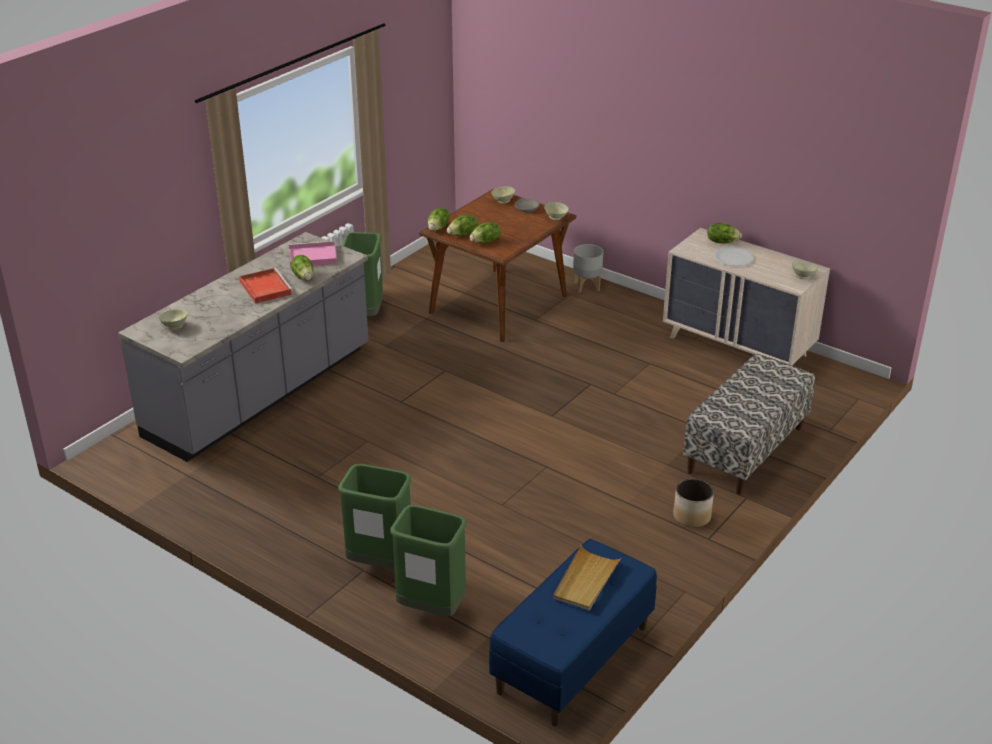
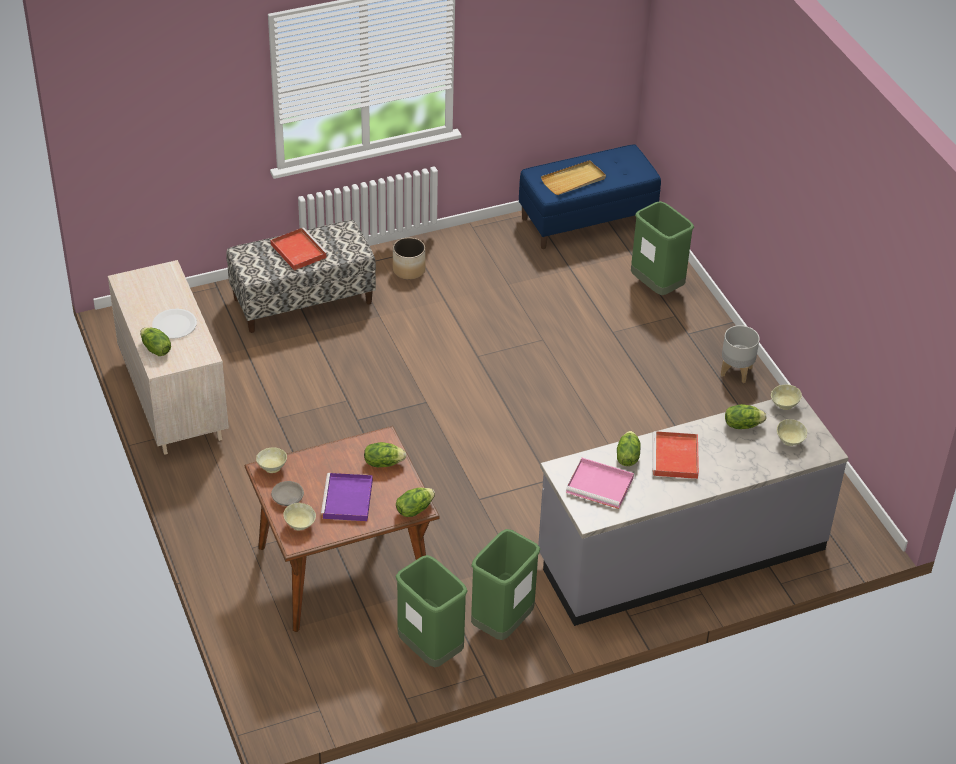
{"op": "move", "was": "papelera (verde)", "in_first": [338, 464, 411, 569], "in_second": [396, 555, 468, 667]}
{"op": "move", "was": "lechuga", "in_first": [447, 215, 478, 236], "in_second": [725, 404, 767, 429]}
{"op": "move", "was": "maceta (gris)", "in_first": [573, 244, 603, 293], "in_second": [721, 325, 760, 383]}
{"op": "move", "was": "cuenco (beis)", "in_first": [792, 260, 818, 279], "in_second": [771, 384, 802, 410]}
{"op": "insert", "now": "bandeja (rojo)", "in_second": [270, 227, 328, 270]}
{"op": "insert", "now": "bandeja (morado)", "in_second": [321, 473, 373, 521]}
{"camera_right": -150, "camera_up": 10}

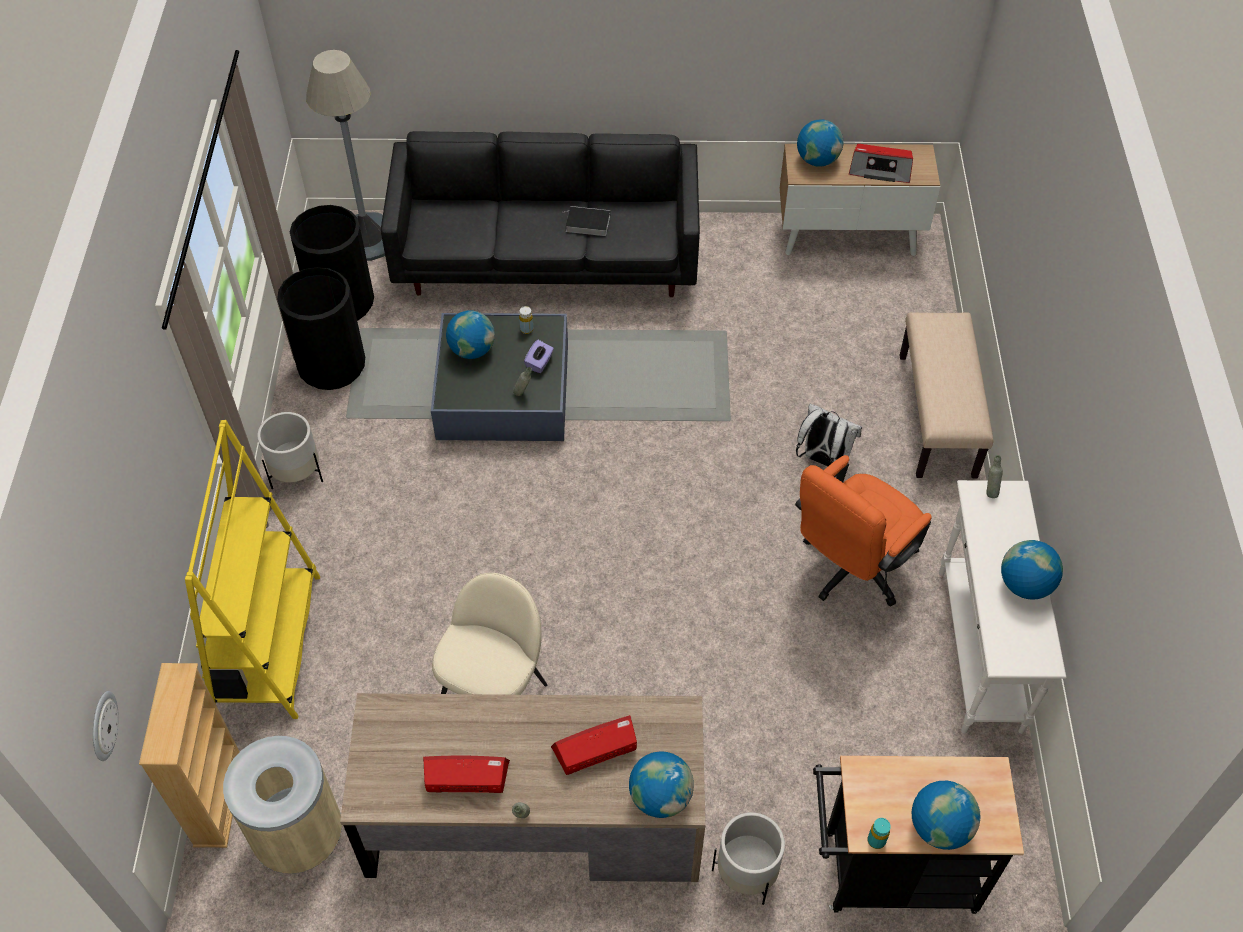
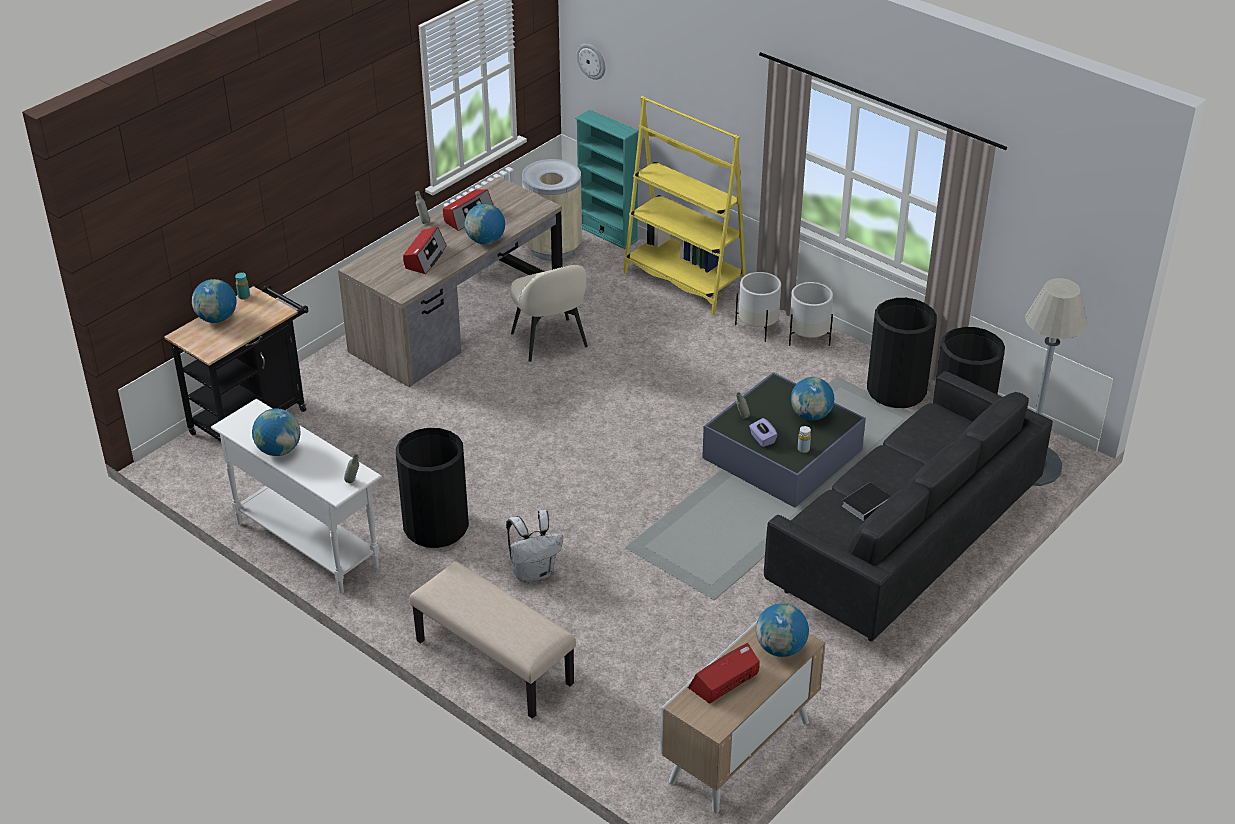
{"op": "recolor", "was": "estantería (beis)", "now": "estantería (turquesa)", "in_first": [139, 663, 240, 848], "in_second": [575, 110, 639, 249]}
{"op": "move", "was": "globo terráqueo", "in_first": [629, 751, 694, 818], "in_second": [464, 204, 505, 244]}
{"op": "move", "was": "maceta (blanco)", "in_first": [712, 812, 785, 905], "in_second": [735, 272, 781, 342]}
{"op": "replace", "was": "silla de oficina (naranja)", "now": "papelera (negro)", "in_first": [795, 455, 932, 607], "in_second": [396, 428, 469, 548]}
{"camera_right": 130, "camera_up": -15}

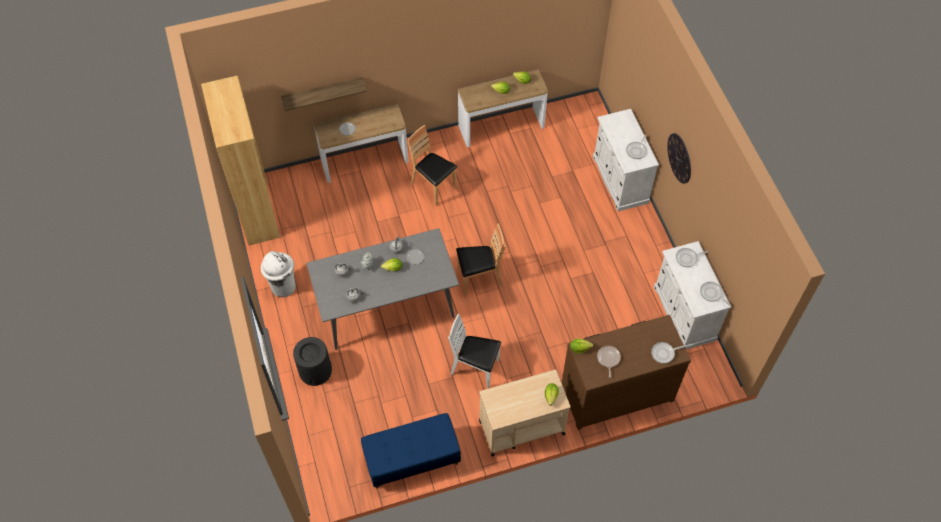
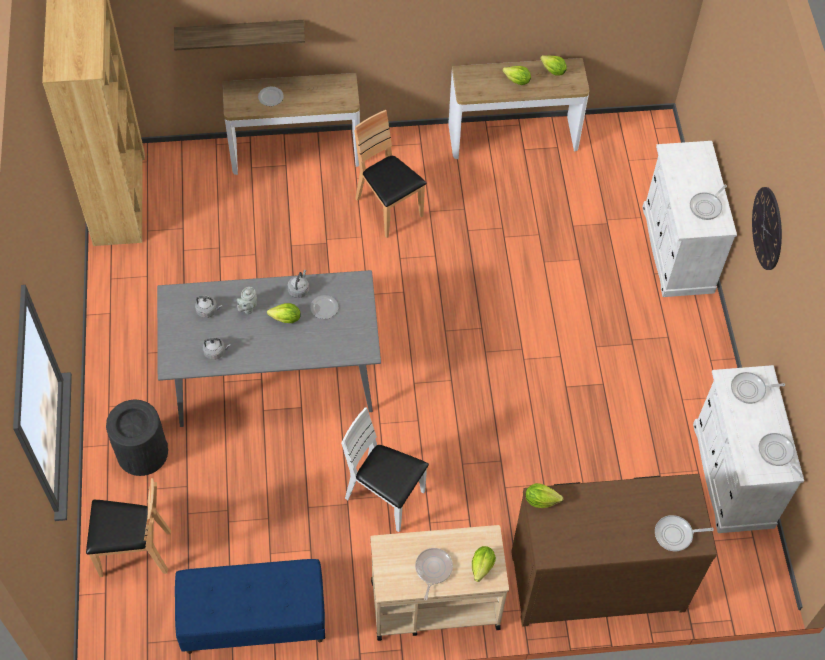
{"op": "delete", "was": "papelera (blanco)", "in_first": [261, 251, 296, 297]}
{"op": "move", "was": "silla (marrón)", "in_first": [456, 223, 505, 295], "in_second": [86, 478, 171, 577]}
{"op": "move", "was": "sartén", "in_first": [597, 346, 621, 378], "in_second": [415, 548, 453, 601]}
{"camera_right": 10, "camera_up": 0}

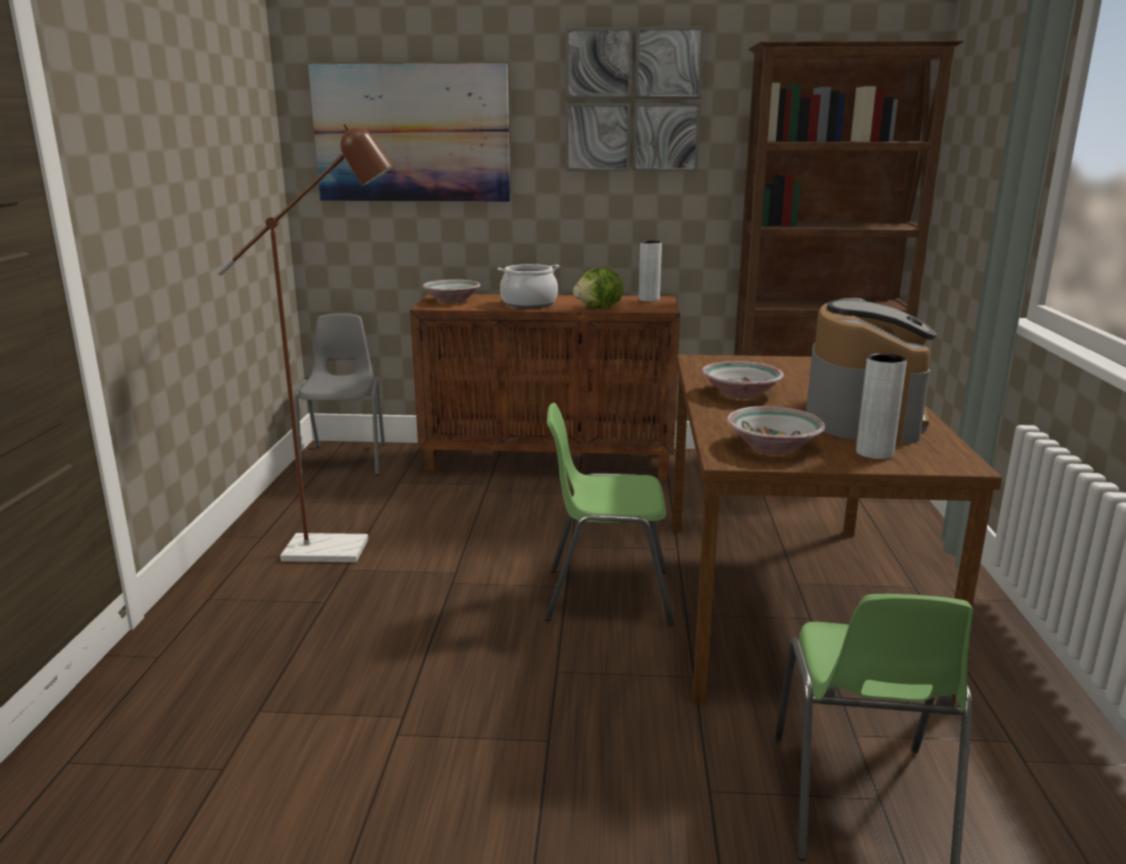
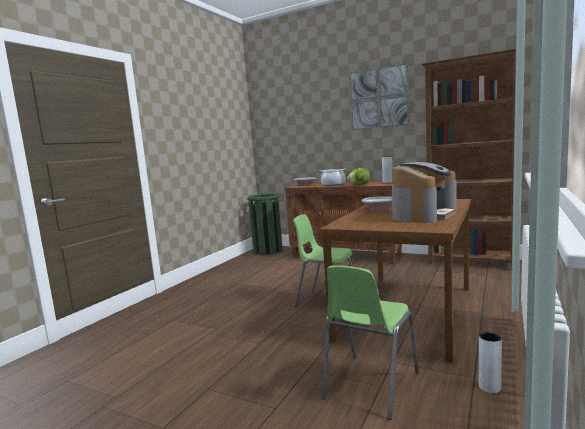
{"op": "delete", "was": "lámpara de pie (marrón)", "in_first": [217, 124, 394, 562]}
{"op": "replace", "was": "silla (gris)", "now": "papelera (verde)", "in_first": [294, 314, 385, 478], "in_second": [247, 193, 283, 255]}
{"op": "delete", "was": "cuadro", "in_first": [308, 63, 510, 202]}
{"op": "delete", "was": "cuenco", "in_first": [726, 406, 825, 454]}
{"op": "move", "was": "florero (gris)", "in_first": [856, 353, 907, 459], "in_second": [479, 332, 502, 393]}
{"camera_right": 25, "camera_up": -10}

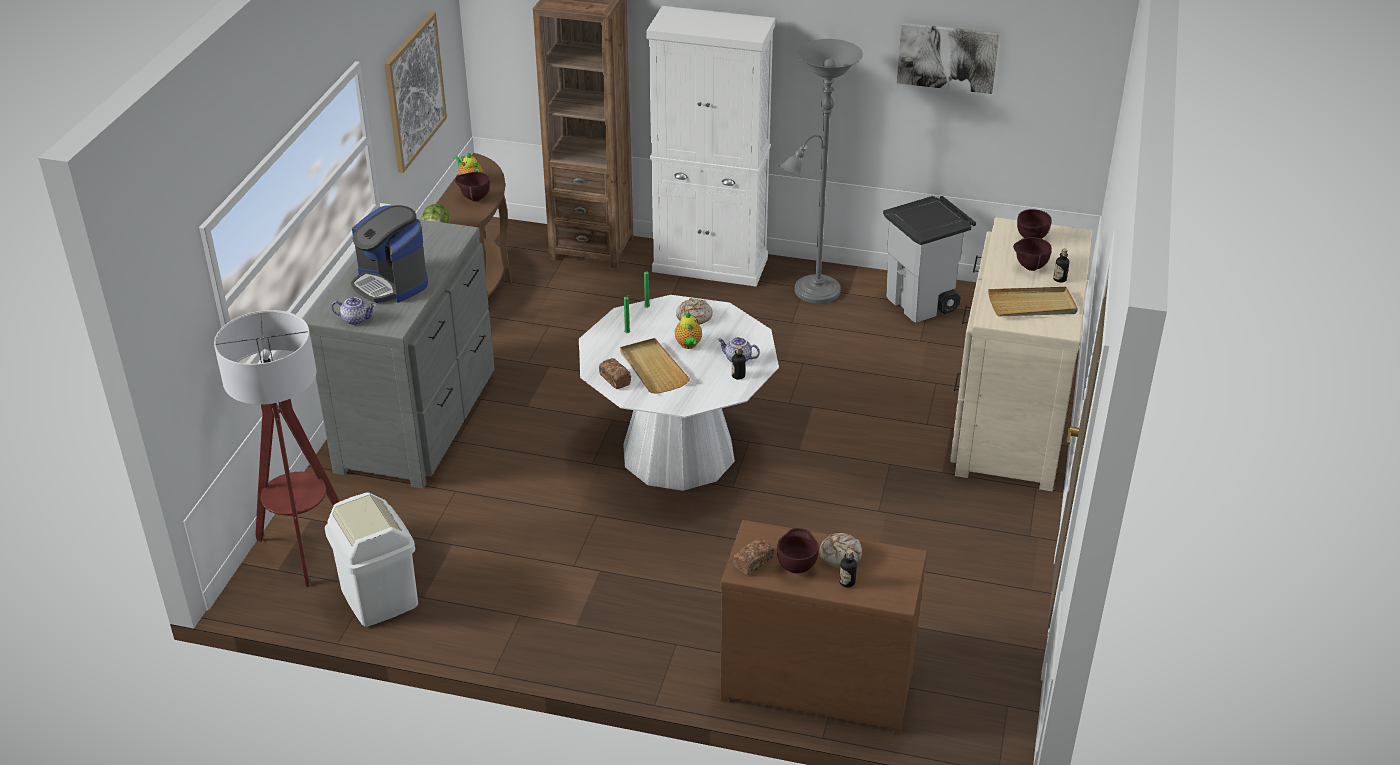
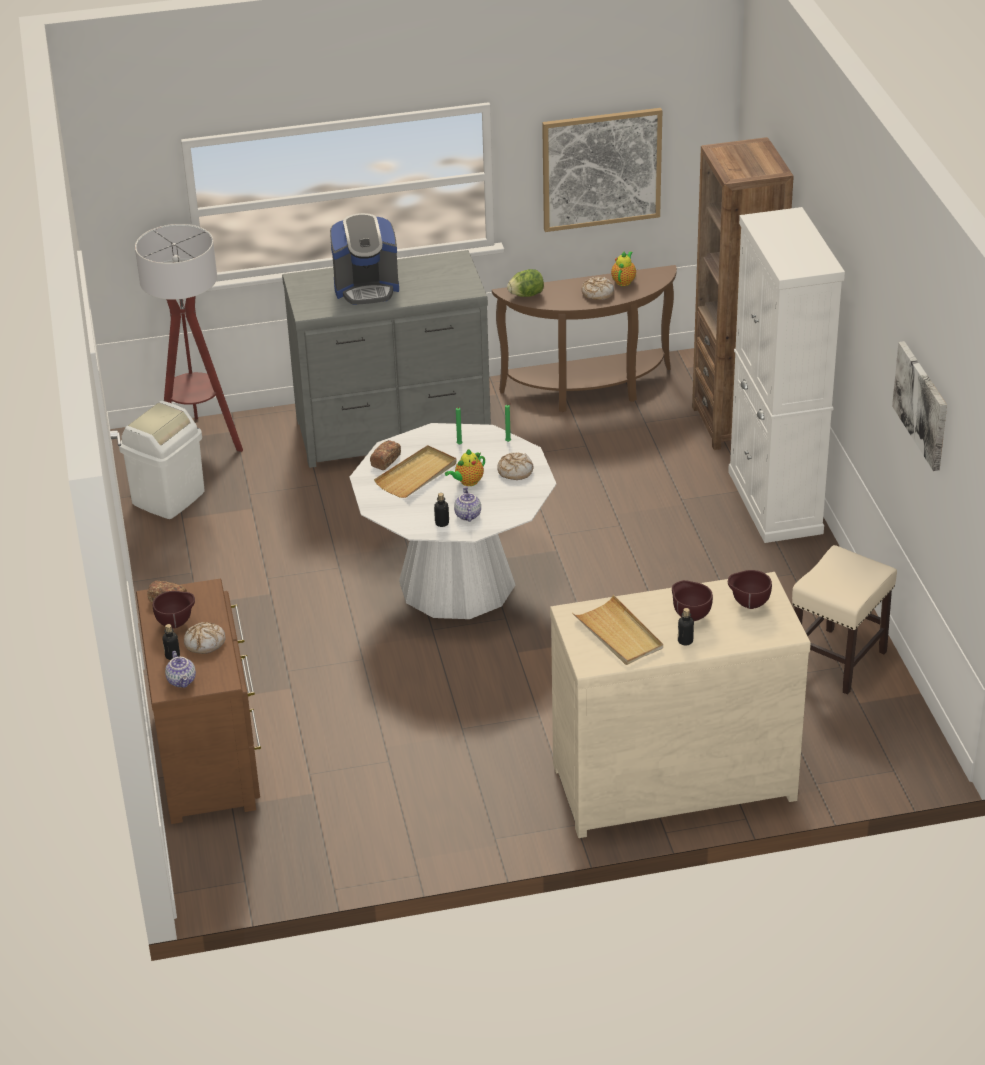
{"op": "move", "was": "tetera", "in_first": [332, 297, 376, 325], "in_second": [165, 651, 196, 688]}
{"op": "rotate", "was": "cafetera", "in_first": [351, 205, 428, 303], "in_second": [330, 213, 399, 305], "clockwise": -120}
{"op": "replace", "was": "cuenco (marrón)", "now": "pan", "in_first": [455, 172, 490, 201], "in_second": [581, 277, 614, 300]}
{"op": "delete", "was": "lámpara de pie (gris)", "in_first": [778, 39, 863, 304]}
{"op": "replace", "was": "papelera (gris)", "now": "taburete (beis)", "in_first": [883, 196, 976, 323], "in_second": [792, 545, 897, 695]}
{"camera_right": 65, "camera_up": 0}

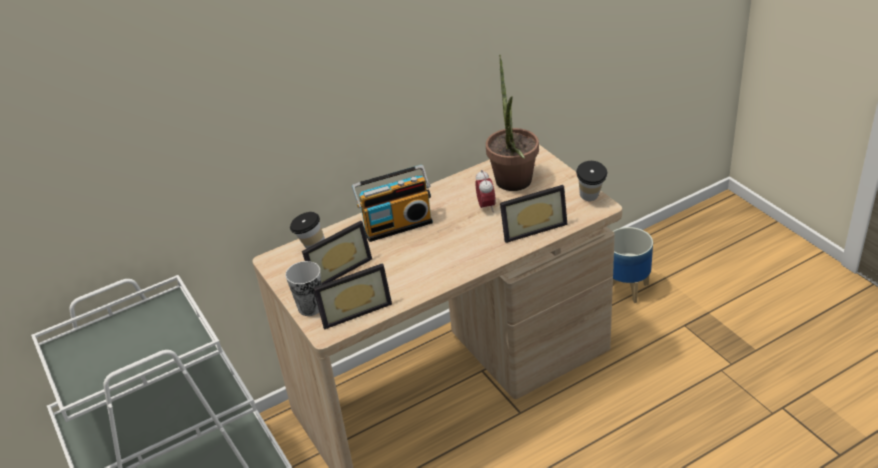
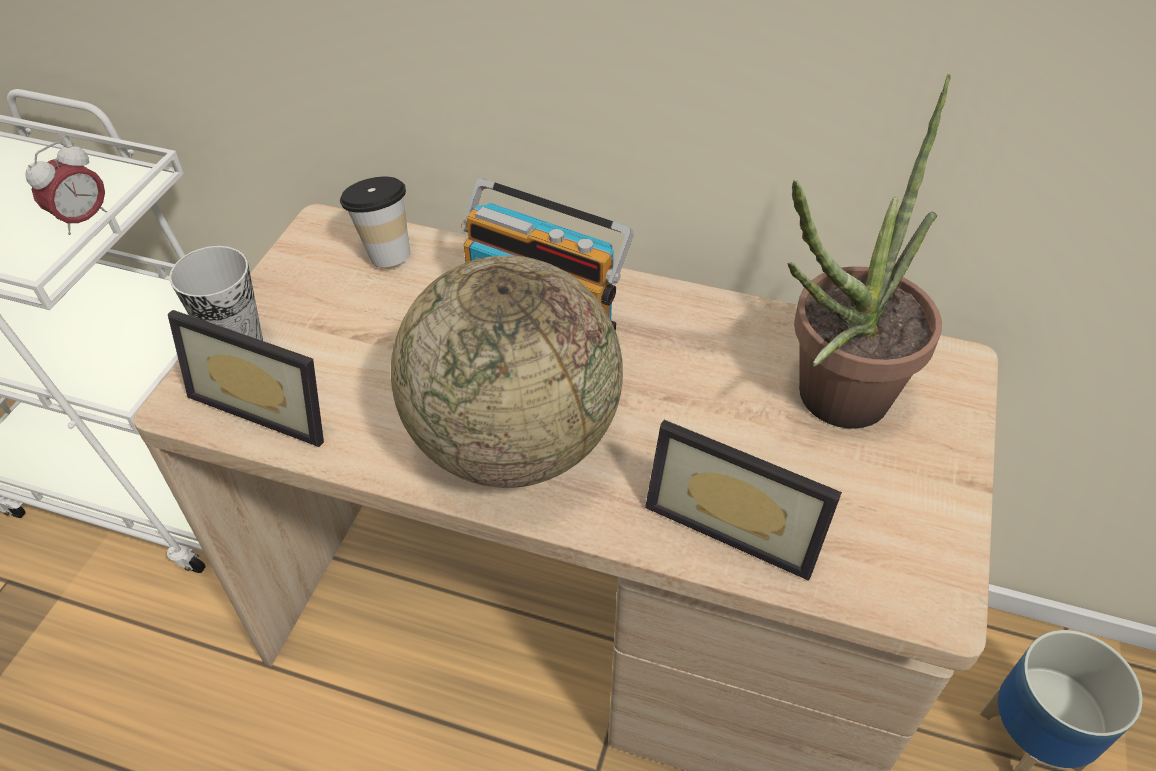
{"op": "delete", "was": "portarretratos", "in_first": [302, 221, 372, 285]}
{"op": "move", "was": "despertador", "in_first": [475, 170, 496, 212], "in_second": [25, 141, 107, 235]}
{"op": "delete", "was": "taza", "in_first": [576, 161, 607, 201]}
{"op": "insert", "now": "globo terráqueo", "in_second": [391, 255, 623, 488]}
{"camera_right": 45, "camera_up": 10}

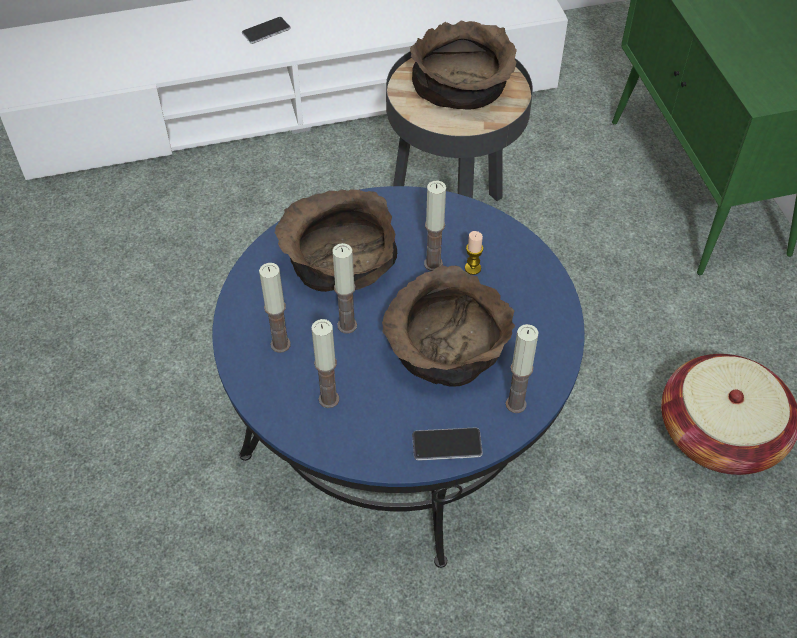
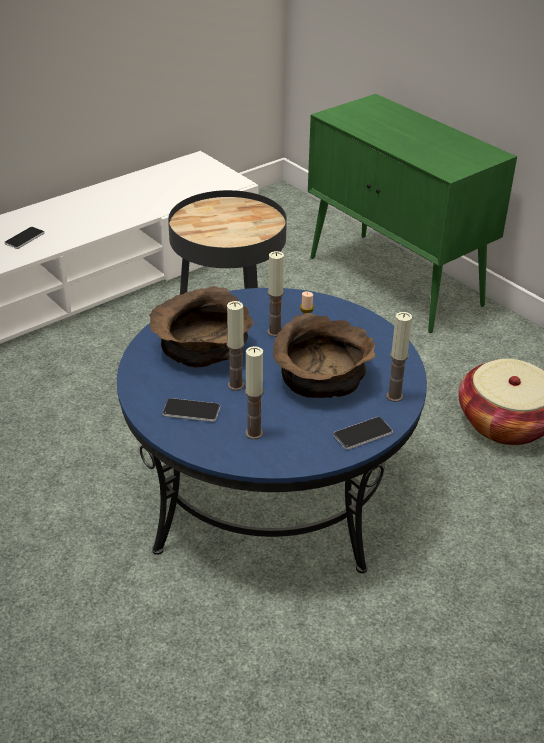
{"op": "replace", "was": "vela", "now": "móvil", "in_first": [259, 263, 291, 353], "in_second": [162, 398, 220, 422]}
{"op": "delete", "was": "cuenco (marrón)", "in_first": [410, 21, 517, 110]}
{"camera_right": -25, "camera_up": -15}

